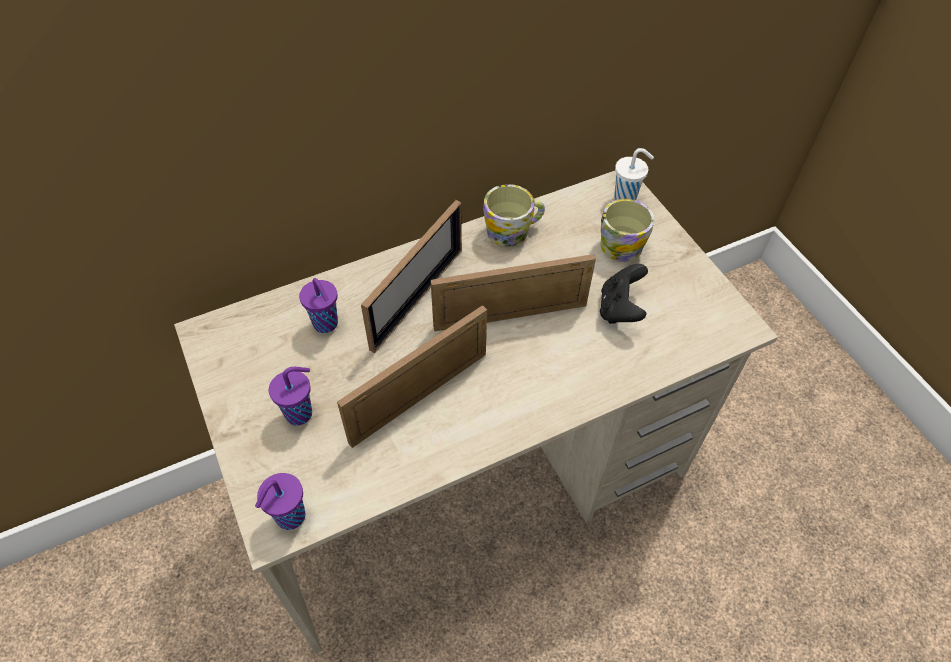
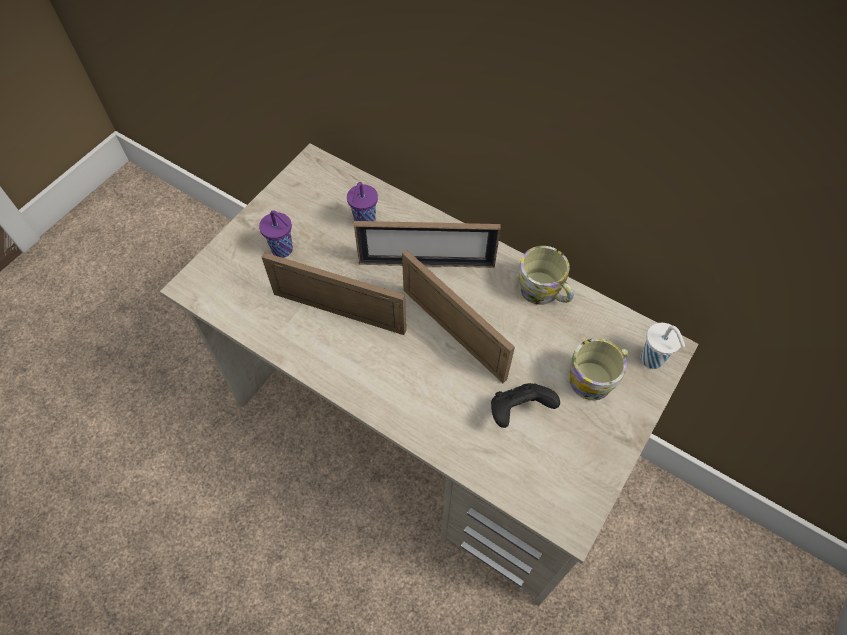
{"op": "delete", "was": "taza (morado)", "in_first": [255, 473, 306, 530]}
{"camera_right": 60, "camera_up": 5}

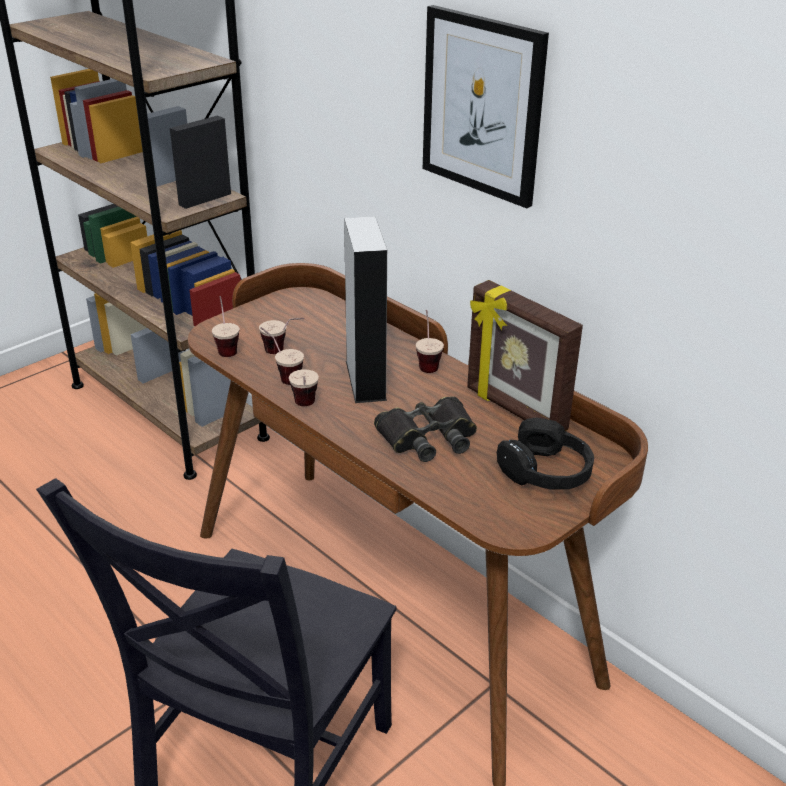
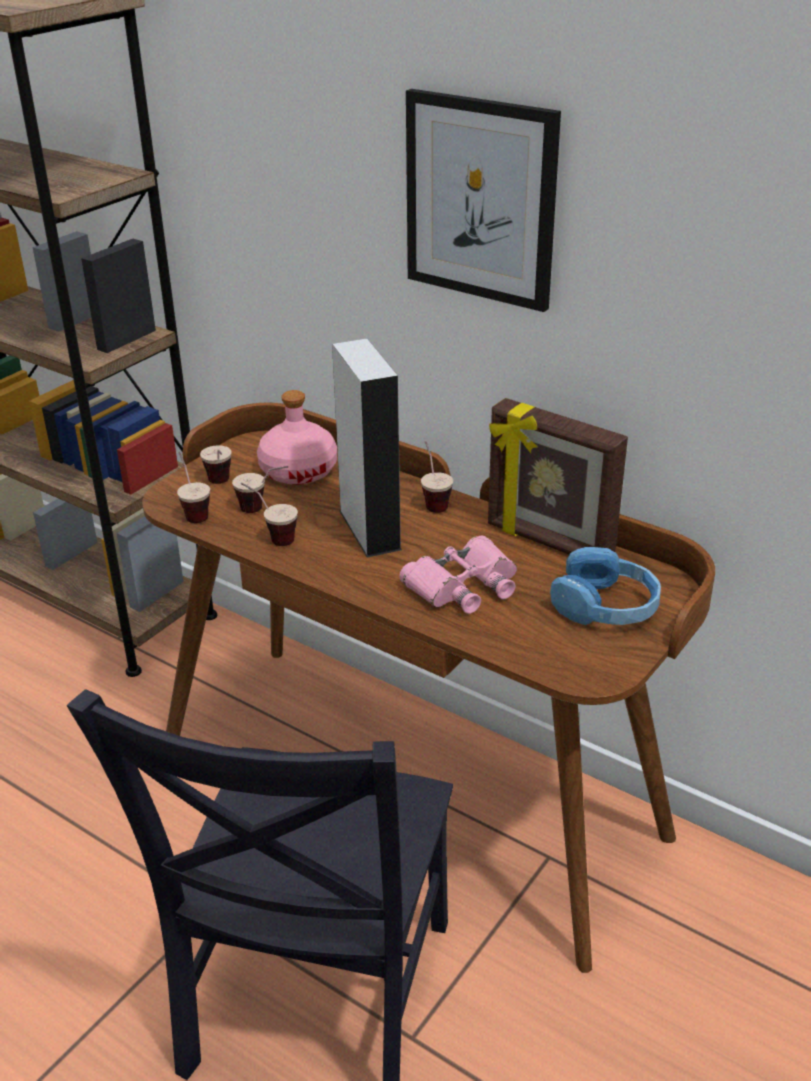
{"op": "move", "was": "taza", "in_first": [289, 369, 319, 406], "in_second": [200, 445, 232, 484]}
{"op": "recolor", "was": "prismáticos (negro)", "now": "prismáticos (rosa)", "in_first": [374, 397, 477, 462], "in_second": [399, 536, 517, 614]}
{"op": "recolor", "was": "auriculares (negro)", "now": "auriculares (azul)", "in_first": [497, 418, 594, 490], "in_second": [550, 547, 661, 625]}
{"op": "insert", "now": "botella (rosa)", "in_second": [257, 390, 337, 485]}
{"camera_right": -10, "camera_up": 0}

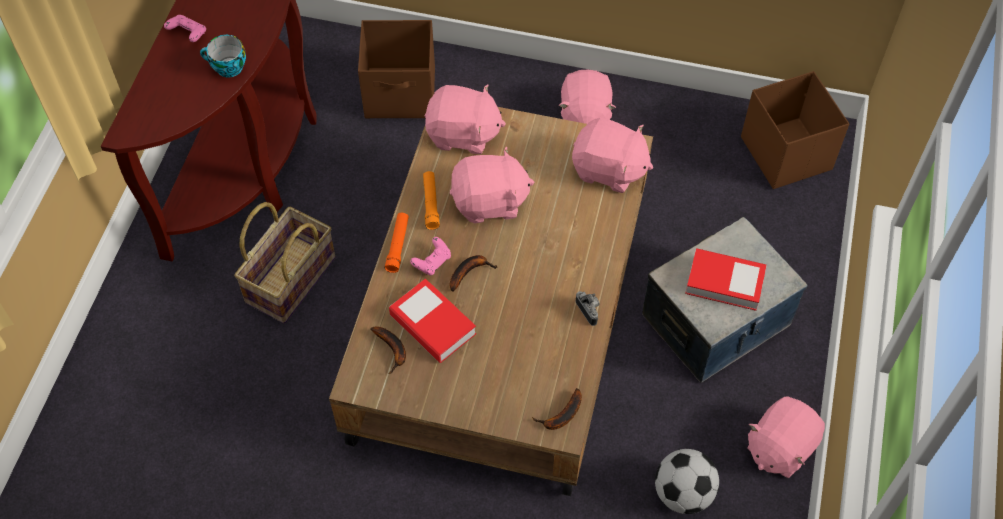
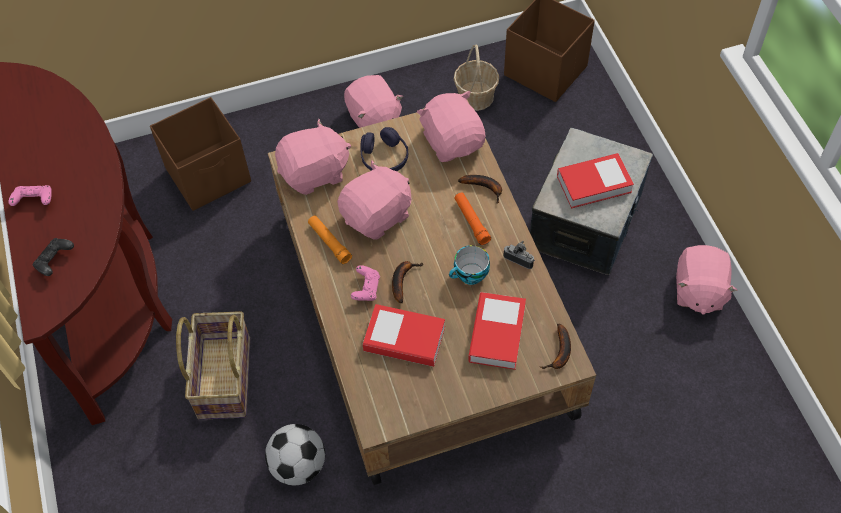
{"op": "move", "was": "taza", "in_first": [200, 35, 246, 78], "in_second": [449, 245, 490, 285]}
{"op": "move", "was": "plátano", "in_first": [370, 326, 406, 374], "in_second": [458, 175, 502, 204]}
{"op": "move", "was": "linterna (naranja)", "in_first": [385, 213, 409, 273], "in_second": [454, 193, 491, 245]}
{"op": "rotate", "was": "peluche (rosa)", "in_first": [572, 118, 653, 193], "in_second": [417, 91, 485, 162], "clockwise": -105}
{"op": "move", "was": "balón de fútbol", "in_first": [655, 449, 719, 514], "in_second": [265, 424, 325, 485]}
{"op": "insert", "now": "mando de consola (negro)", "in_second": [33, 238, 74, 276]}
{"op": "insert", "now": "auriculares (morado)", "in_second": [360, 127, 408, 171]}
{"op": "insert", "now": "cesta", "in_second": [454, 44, 499, 111]}
{"op": "insert", "now": "libro", "in_second": [468, 292, 526, 370]}
{"camera_right": -30, "camera_up": 0}

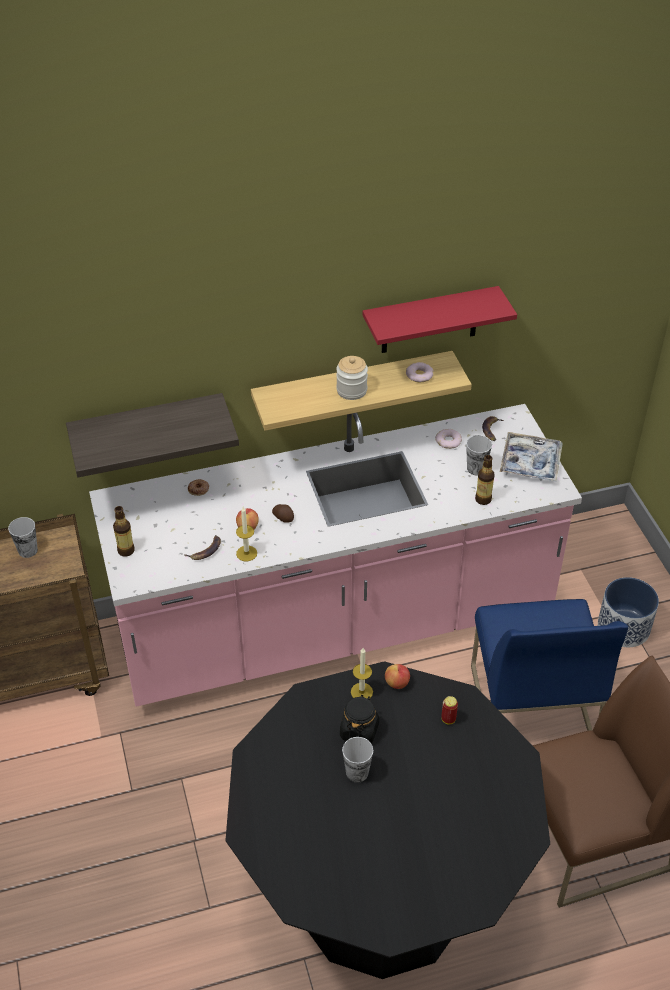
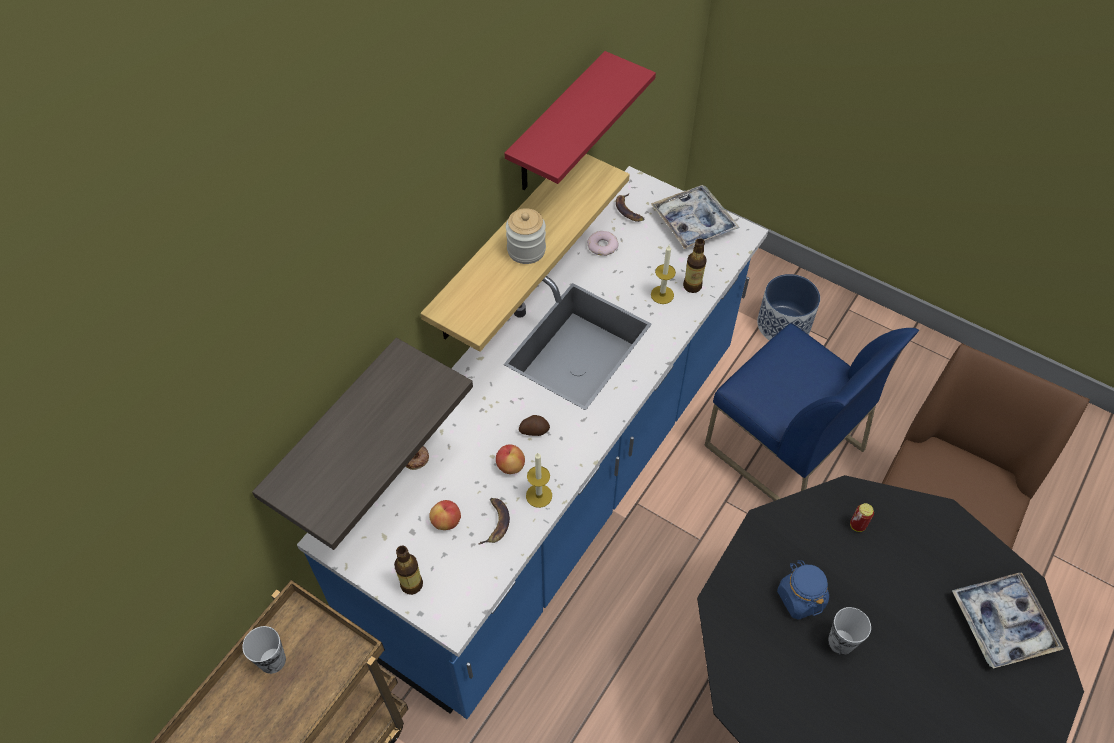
{"op": "recolor", "was": "mueble bajo de cocina (rosa)", "now": "mueble bajo de cocina (azul)", "in_first": [89, 404, 582, 707], "in_second": [297, 166, 768, 719]}
{"op": "recolor", "was": "tarro (negro)", "now": "tarro (azul)", "in_first": [340, 694, 379, 744], "in_second": [777, 560, 829, 620]}
{"op": "move", "was": "vela", "in_first": [351, 648, 373, 699], "in_second": [651, 245, 676, 304]}
{"op": "move", "was": "manzana", "in_first": [385, 664, 410, 689], "in_second": [429, 500, 461, 530]}
{"op": "delete", "was": "rosquilla", "in_first": [406, 362, 434, 382]}
{"op": "delete", "was": "taza", "in_first": [466, 435, 492, 475]}
{"op": "insert", "now": "bandeja", "in_second": [952, 572, 1064, 669]}
{"camera_right": -40, "camera_up": 10}

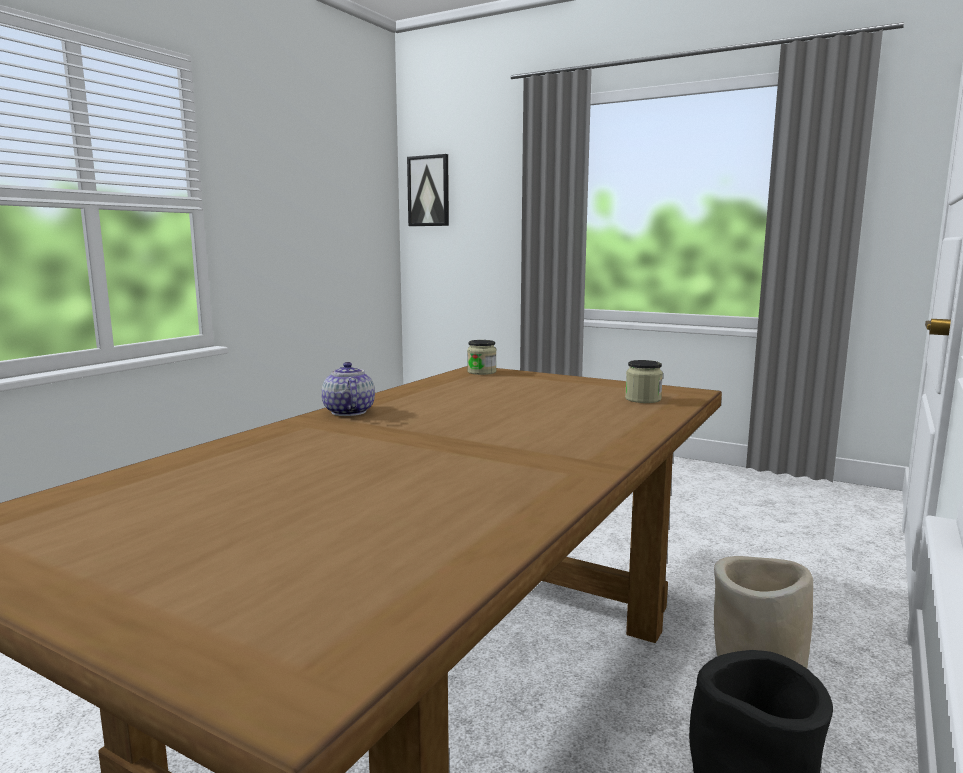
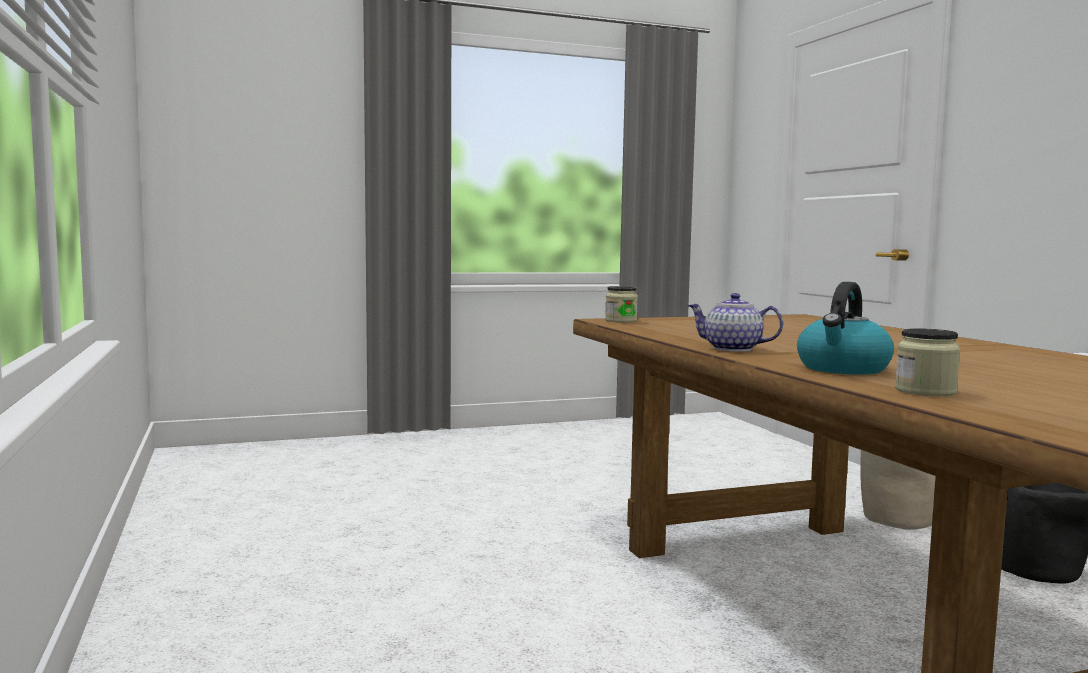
{"op": "delete", "was": "cuadro", "in_first": [407, 154, 449, 226]}
{"op": "move", "was": "tarro", "in_first": [625, 360, 663, 403], "in_second": [895, 328, 960, 396]}
{"op": "insert", "now": "hervidor", "in_second": [797, 282, 894, 375]}
{"camera_right": -50, "camera_up": -5}

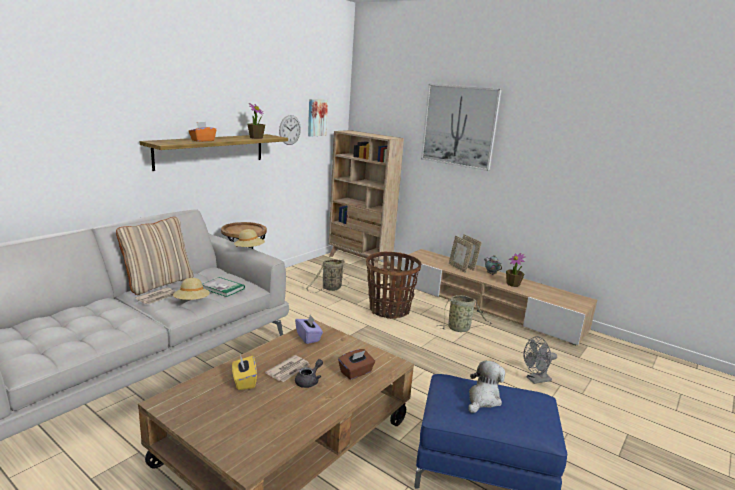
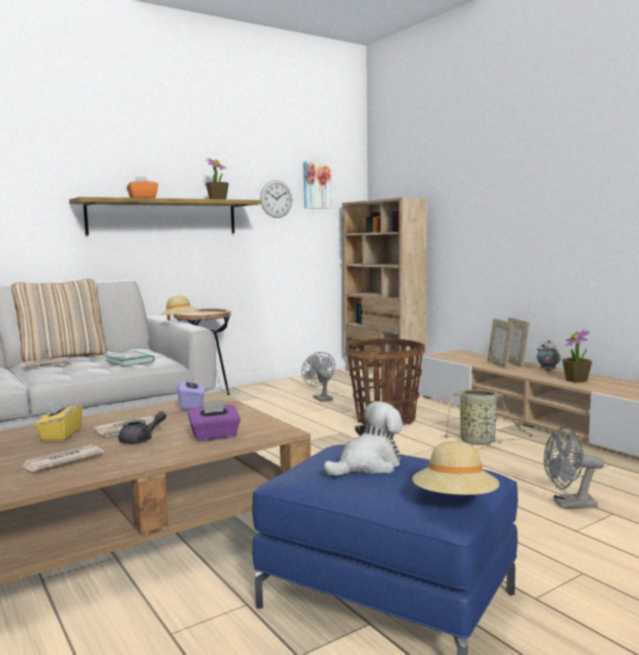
{"op": "move", "was": "sombrero (beis)", "in_first": [173, 278, 210, 300], "in_second": [412, 441, 500, 495]}
{"op": "replace", "was": "cesta", "now": "ventilador (gris)", "in_first": [306, 259, 349, 293], "in_second": [302, 352, 335, 402]}
{"op": "recolor", "was": "caja de pañuelos (marrón)", "now": "caja de pañuelos (morado)", "in_first": [338, 349, 375, 380], "in_second": [187, 400, 241, 441]}
{"op": "delete", "was": "cuadro", "in_first": [421, 84, 502, 171]}
{"op": "insert", "now": "periódico", "in_second": [20, 445, 104, 472]}
{"camera_right": 20, "camera_up": -10}

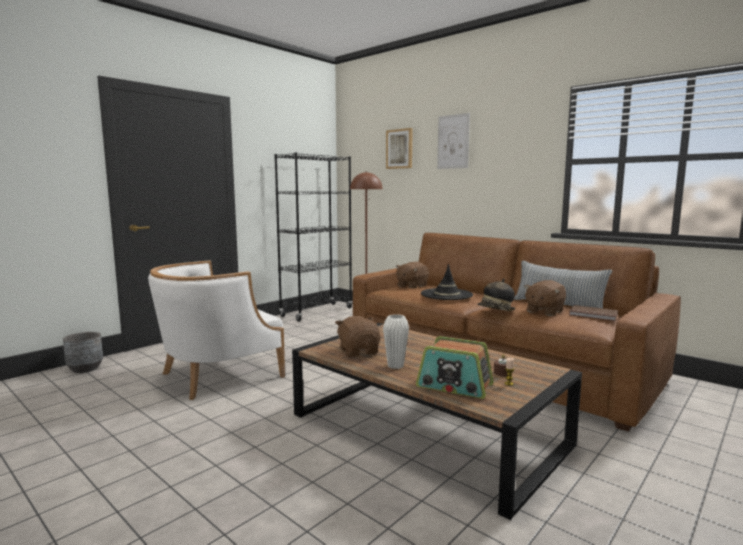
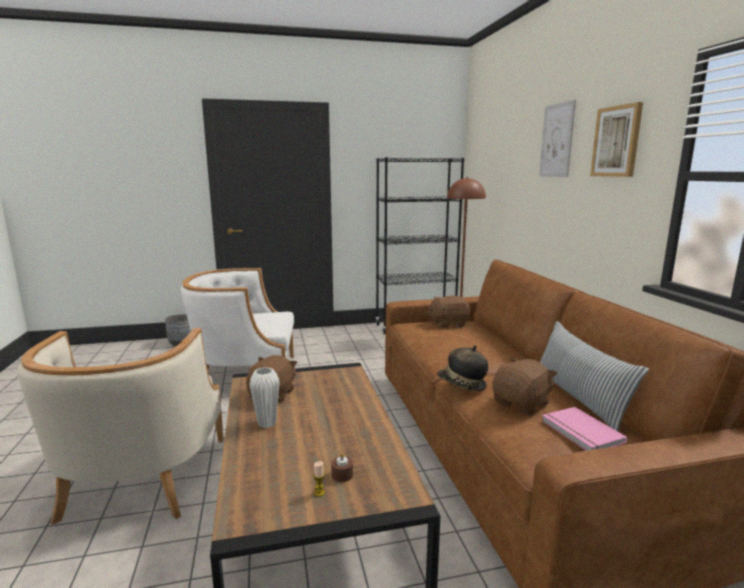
{"op": "move", "was": "cuadro", "in_first": [386, 128, 413, 169], "in_second": [590, 102, 643, 177]}
{"op": "delete", "was": "radio", "in_first": [416, 336, 493, 399]}
{"op": "delete", "was": "sombrero (negro)", "in_first": [421, 264, 473, 300]}
{"op": "rotate", "was": "peluche (marrón)", "in_first": [524, 280, 566, 316], "in_second": [492, 357, 557, 416], "clockwise": 150}
{"op": "recolor", "was": "libro (marrón)", "now": "libro (rosa)", "in_first": [569, 305, 618, 321], "in_second": [542, 407, 627, 451]}
{"op": "insert", "now": "sillón (beis)", "in_second": [18, 328, 224, 525]}
{"camera_right": 35, "camera_up": 5}

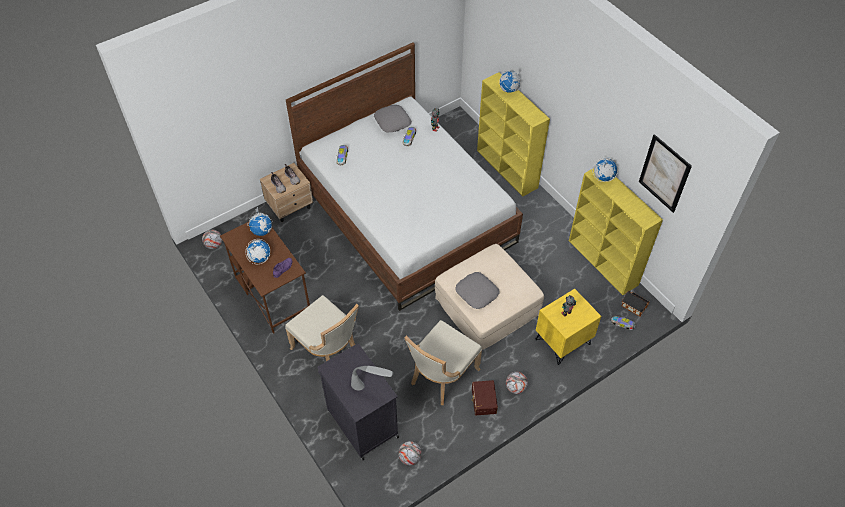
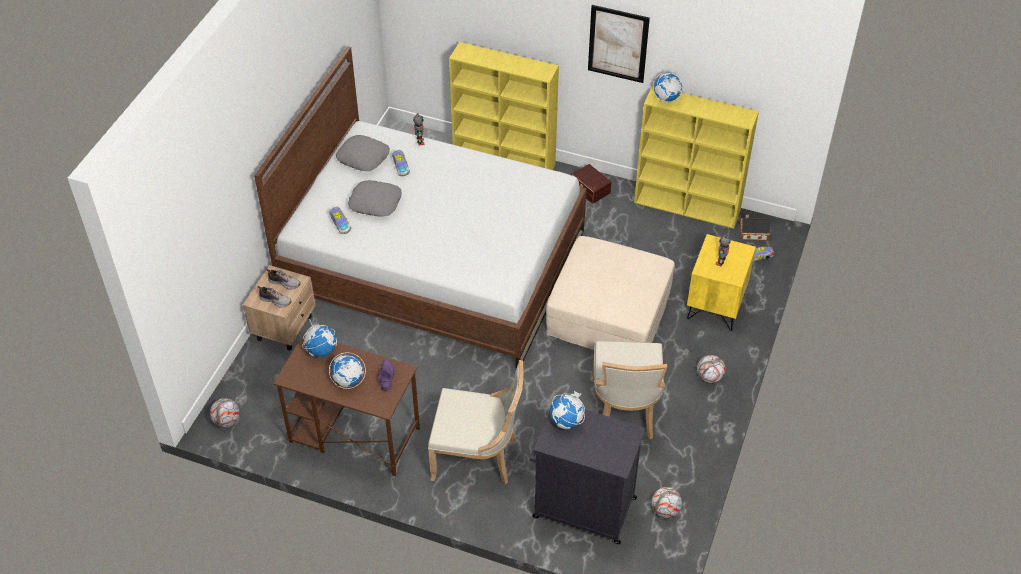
{"op": "delete", "was": "lámpara de mesa (gris)", "in_first": [351, 366, 393, 391]}
{"op": "move", "was": "cojín (gris)", "in_first": [455, 272, 500, 309], "in_second": [348, 180, 402, 217]}
{"op": "move", "was": "caja de almacenaje (marrón)", "in_first": [472, 380, 498, 415], "in_second": [571, 164, 611, 204]}
{"op": "move", "was": "globo terráqueo", "in_first": [499, 69, 521, 93], "in_second": [550, 391, 585, 429]}
{"op": "move", "was": "cuadro", "in_first": [639, 134, 692, 213], "in_second": [588, 5, 650, 83]}
{"camera_right": -35, "camera_up": -5}

